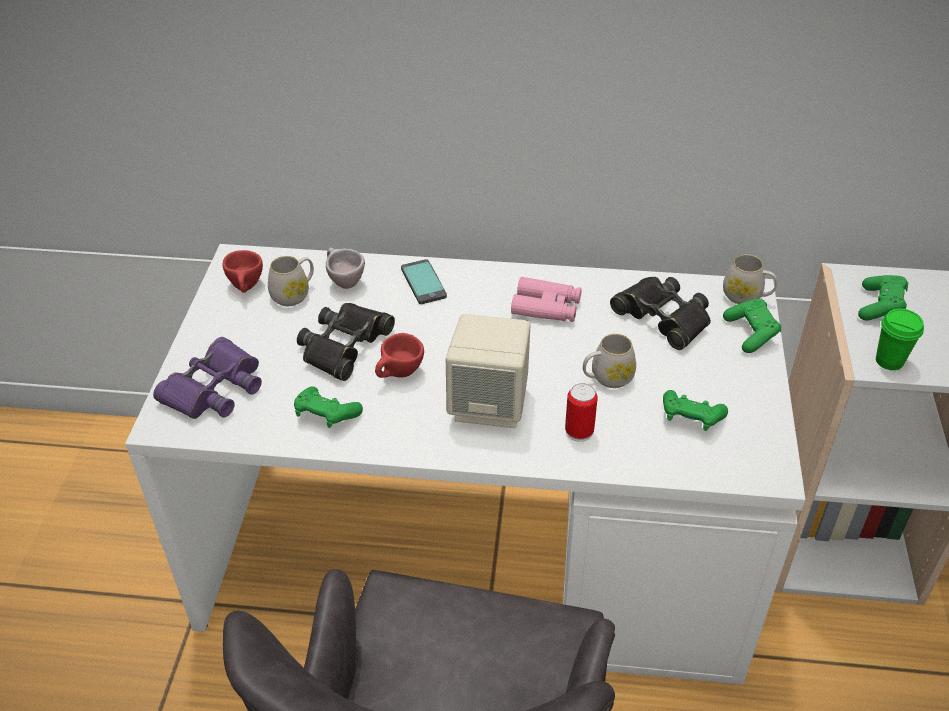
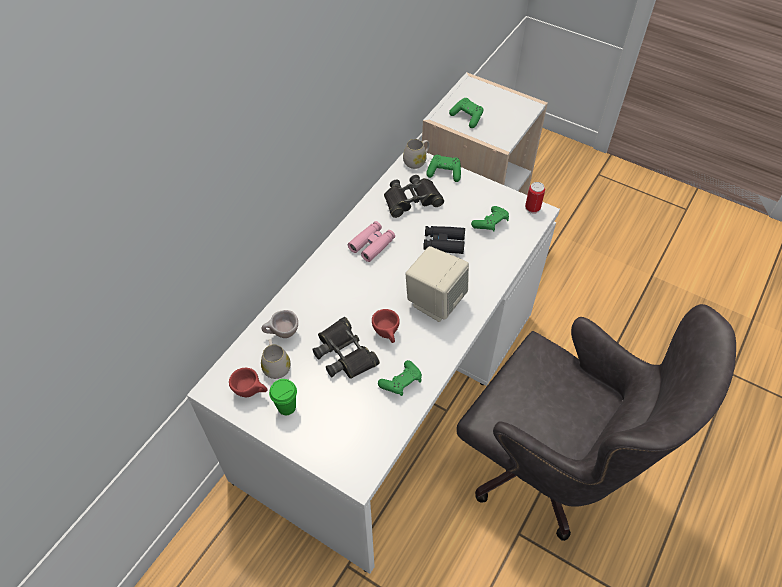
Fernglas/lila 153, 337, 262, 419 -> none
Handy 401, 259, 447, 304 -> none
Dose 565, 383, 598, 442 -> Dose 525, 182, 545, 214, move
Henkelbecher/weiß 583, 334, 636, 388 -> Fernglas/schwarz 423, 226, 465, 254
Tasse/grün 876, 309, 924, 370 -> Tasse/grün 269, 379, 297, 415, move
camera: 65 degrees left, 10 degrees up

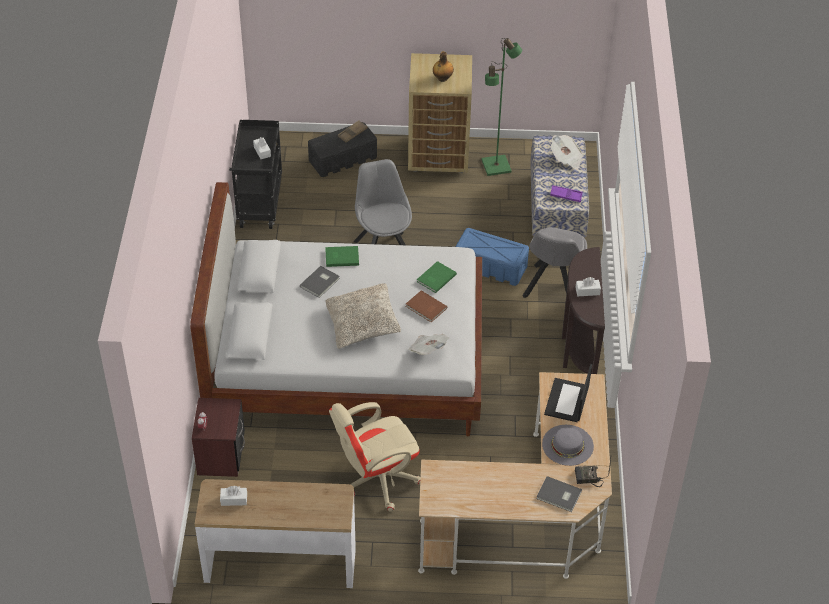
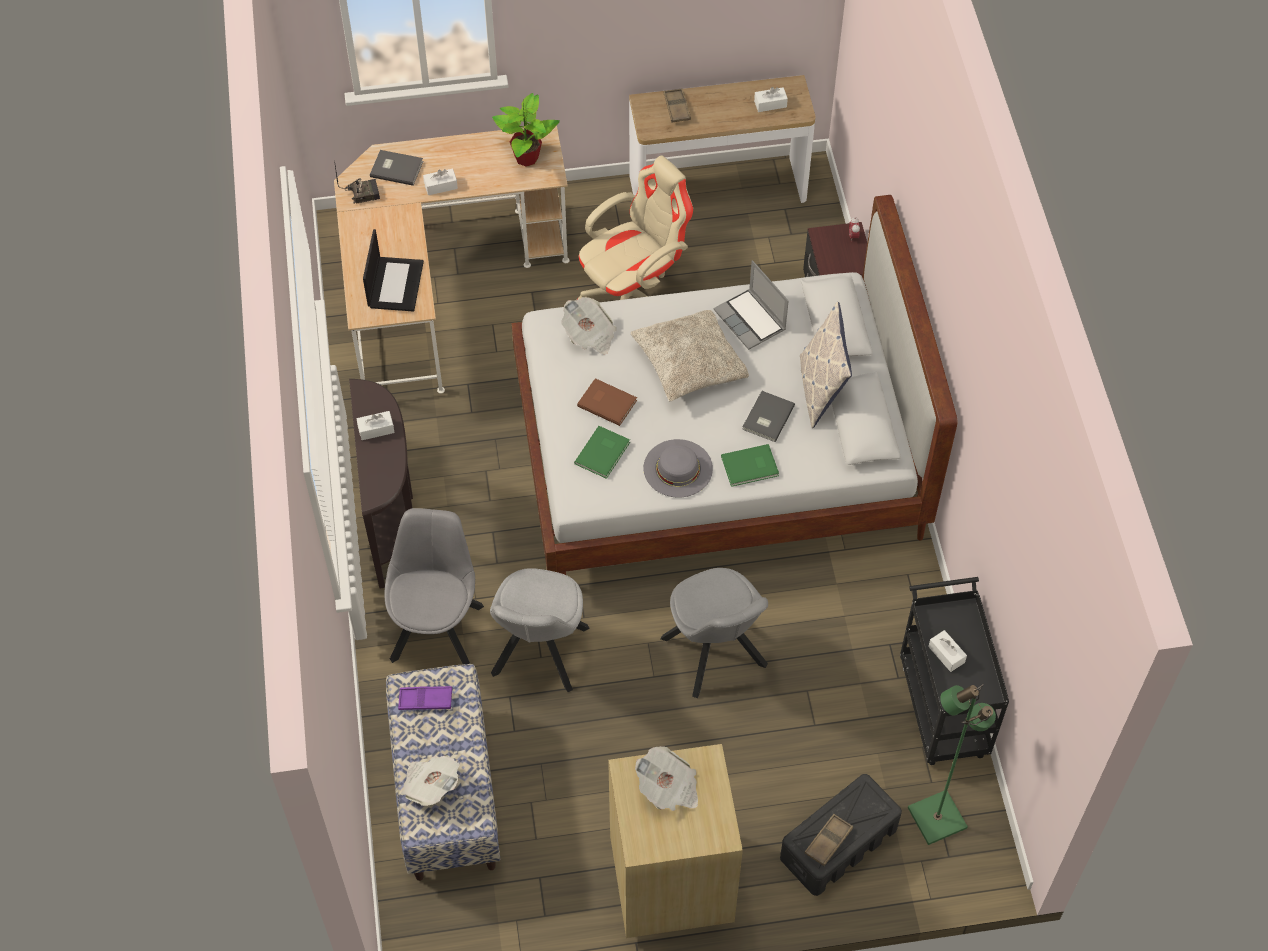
Flasche 433, 51, 454, 82 -> Zeitung 635, 746, 698, 811
Aufbewahrungsbox/blau 455, 228, 529, 286 -> Stuhl/grau 490, 568, 590, 692
Stehlampe/grün 481, 38, 522, 176 -> Stehlampe/grün 908, 683, 996, 845, move
Hut/grau 542, 425, 594, 466 -> Hut/grau 643, 439, 713, 497, move
none -> Taschentuchbox/weiß 423, 168, 458, 195
none -> Topfpflanze 492, 93, 560, 167
none -> Tablett/braun 663, 88, 691, 123
none -> Laptop 714, 260, 789, 350
none -> Kissen 800, 302, 852, 428
camera: 170 degrees right, 10 degrees up

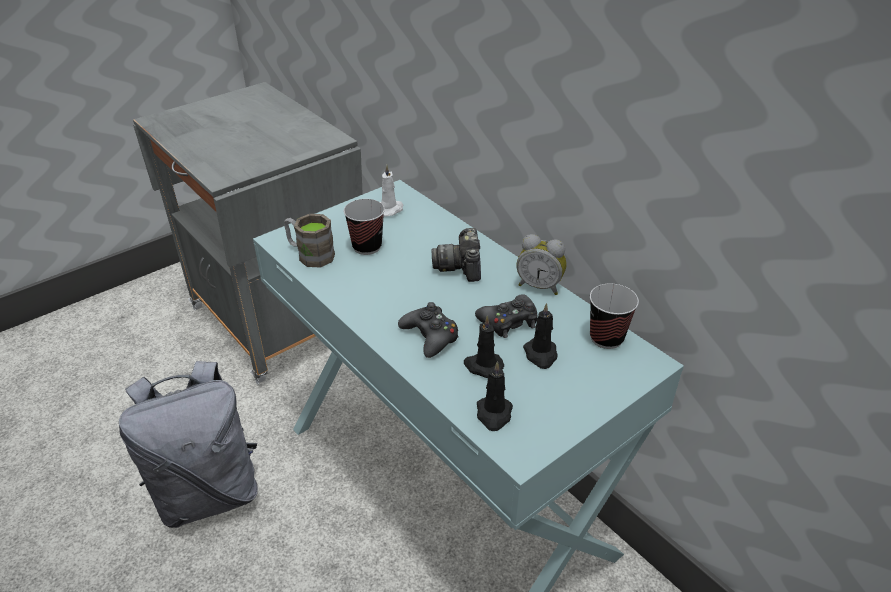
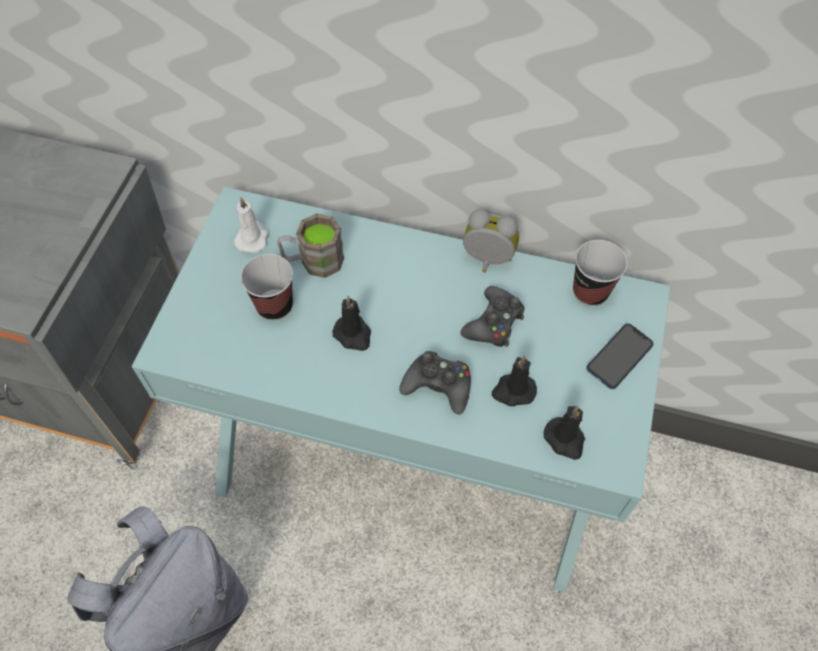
Henkelbecher/braun 284, 214, 335, 268 -> Henkelbecher/braun 277, 213, 344, 278, move
Kamera 431, 228, 481, 282 -> none
Wecker 516, 234, 567, 295 -> Wecker 463, 209, 519, 273, 150 degrees counterclockwise
Kerze/schwarz 523, 303, 558, 369 -> Kerze/schwarz 332, 296, 371, 351, move
none -> Handy 586, 324, 653, 389
camera: 35 degrees left, 20 degrees up

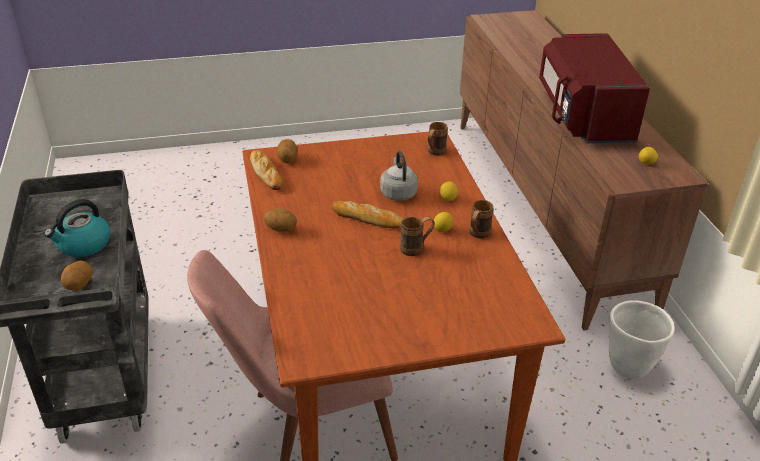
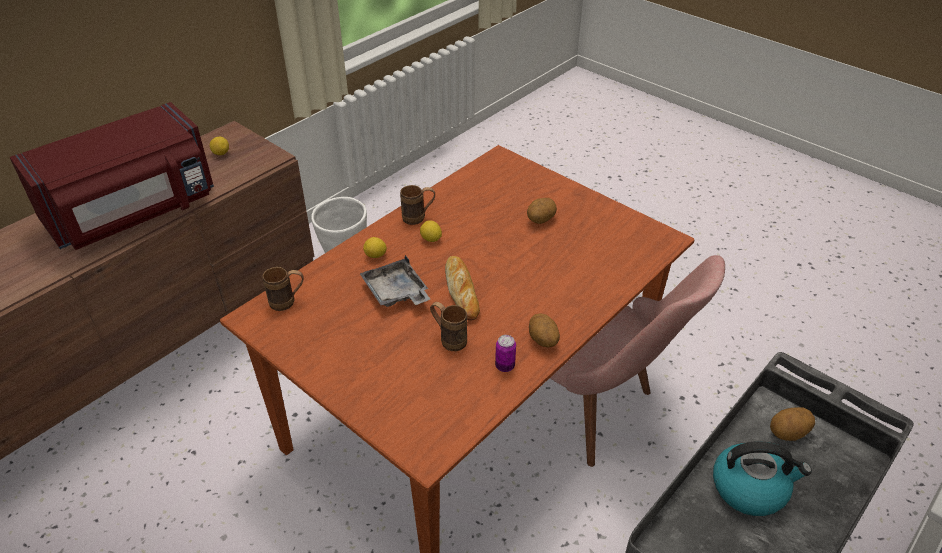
Brot 250, 150, 283, 190 -> none
Kartoffel 277, 139, 298, 163 -> Kartoffel 527, 198, 557, 224, move
Wasserkessel/grau 380, 151, 418, 201 -> Tablett/grau 360, 255, 430, 307
Henkelbecher/braun 400, 217, 435, 256 -> Henkelbecher/braun 430, 302, 467, 351, move
none -> Dose 495, 335, 516, 372
camera: 125 degrees left, 5 degrees up

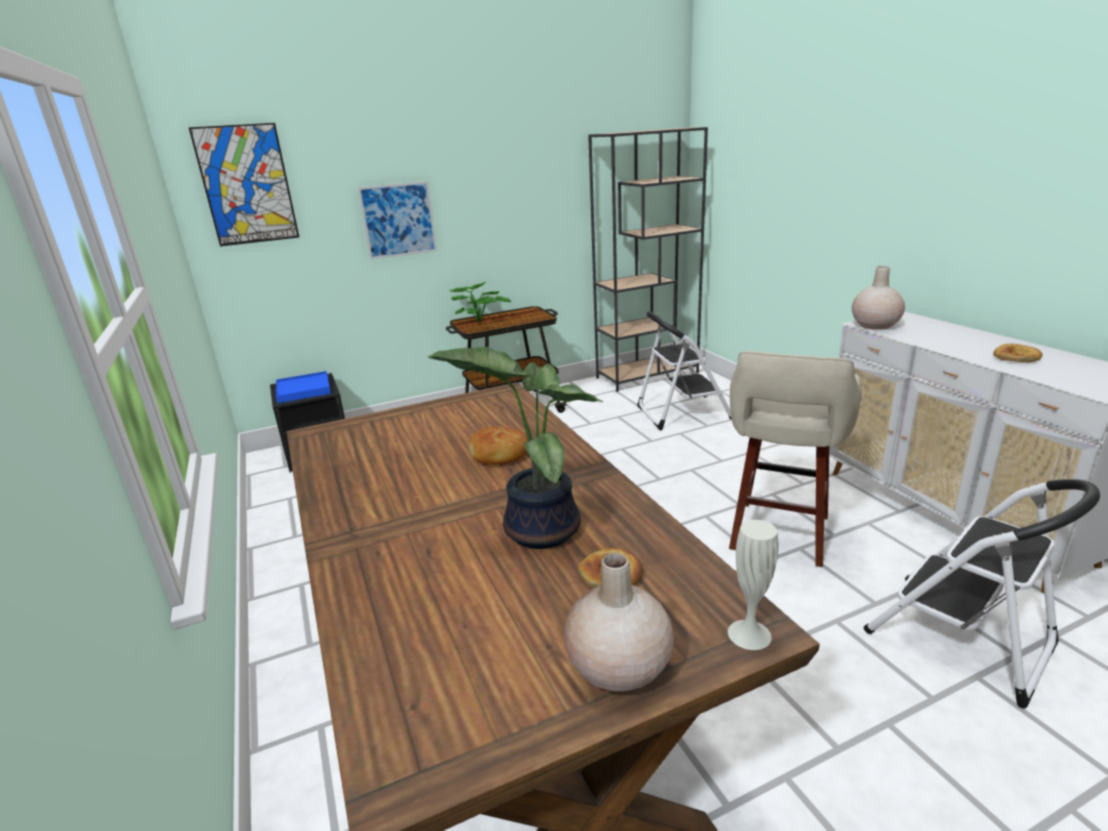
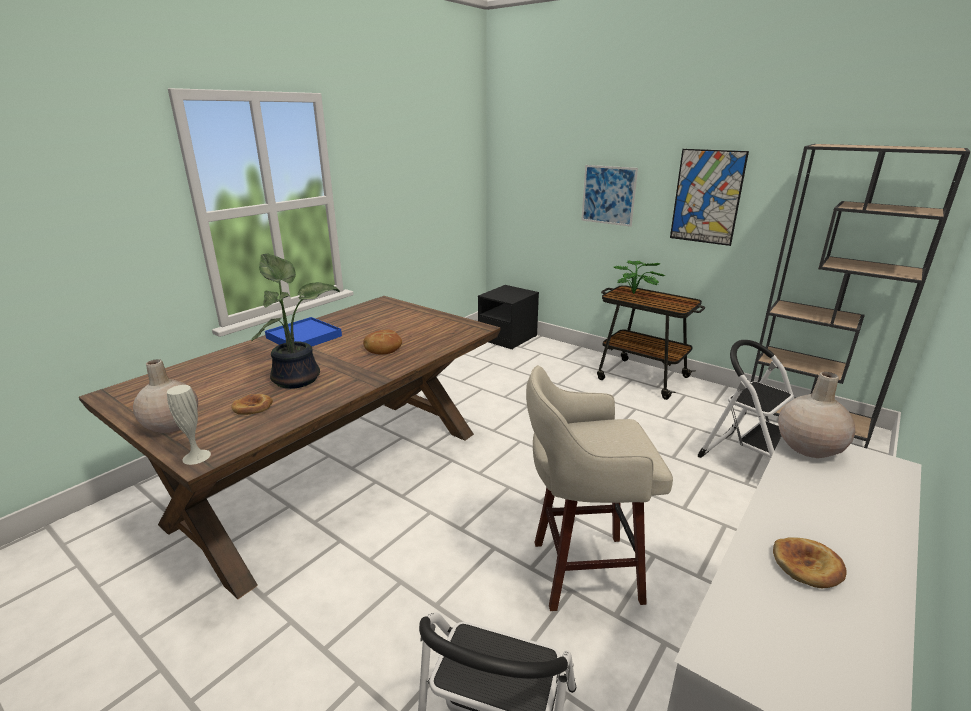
Bild 188, 123, 299, 246 -> Bild 670, 149, 749, 246, move
Tablett/blau 276, 371, 331, 403 -> Tablett/blau 265, 317, 342, 346, move
camera: 60 degrees right, 0 degrees up

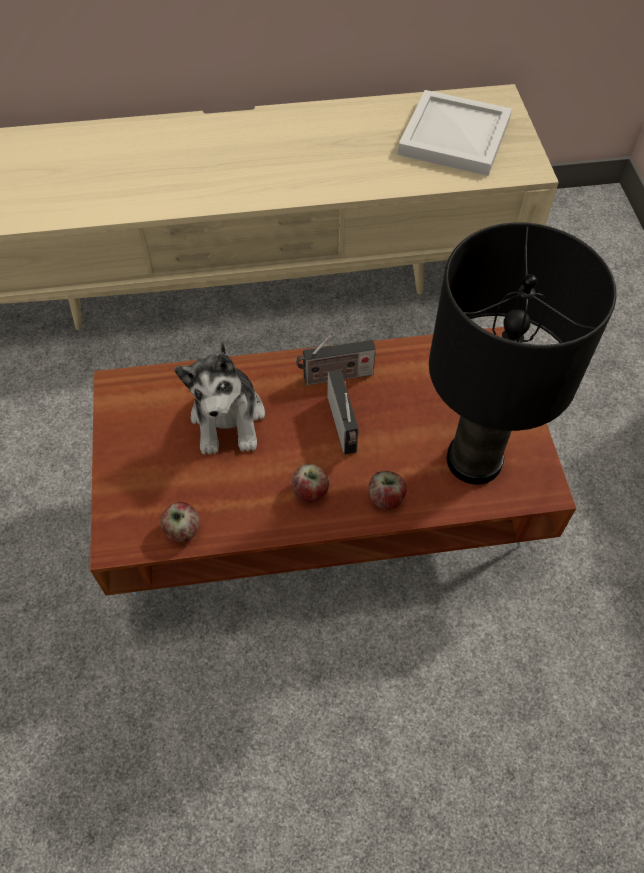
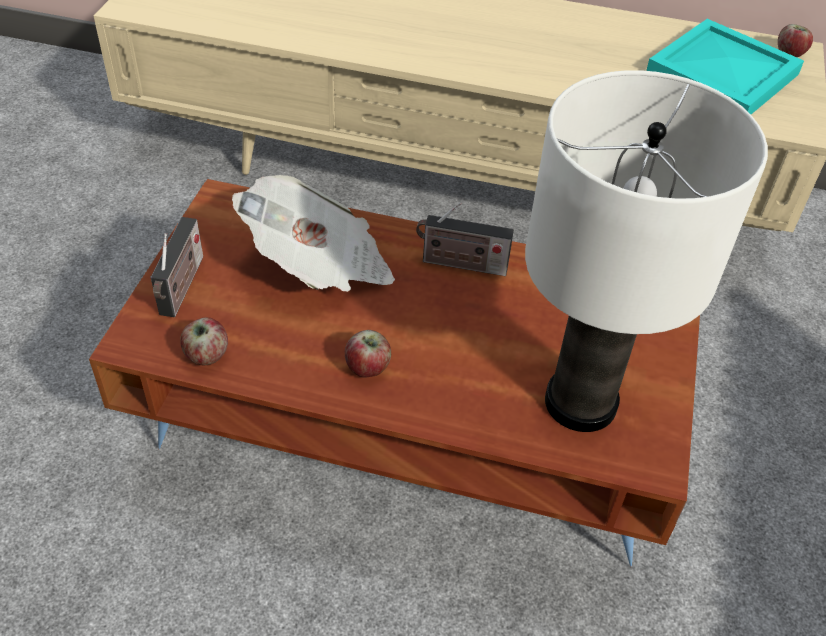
Plüschtier 174, 341, 265, 455 -> Zeitung 232, 175, 395, 292
Radio 327, 370, 359, 455 -> Radio 151, 217, 203, 317, move
Apfel 368, 471, 407, 510 -> Apfel 778, 24, 813, 57, move
Tablett/weiß 398, 90, 512, 176 -> Tablett/türkis 646, 19, 804, 114
Tischlampe/schwarz 429, 222, 616, 485 -> Tischlampe/weiß 525, 70, 768, 432
camera: 20 degrees right, 10 degrees down

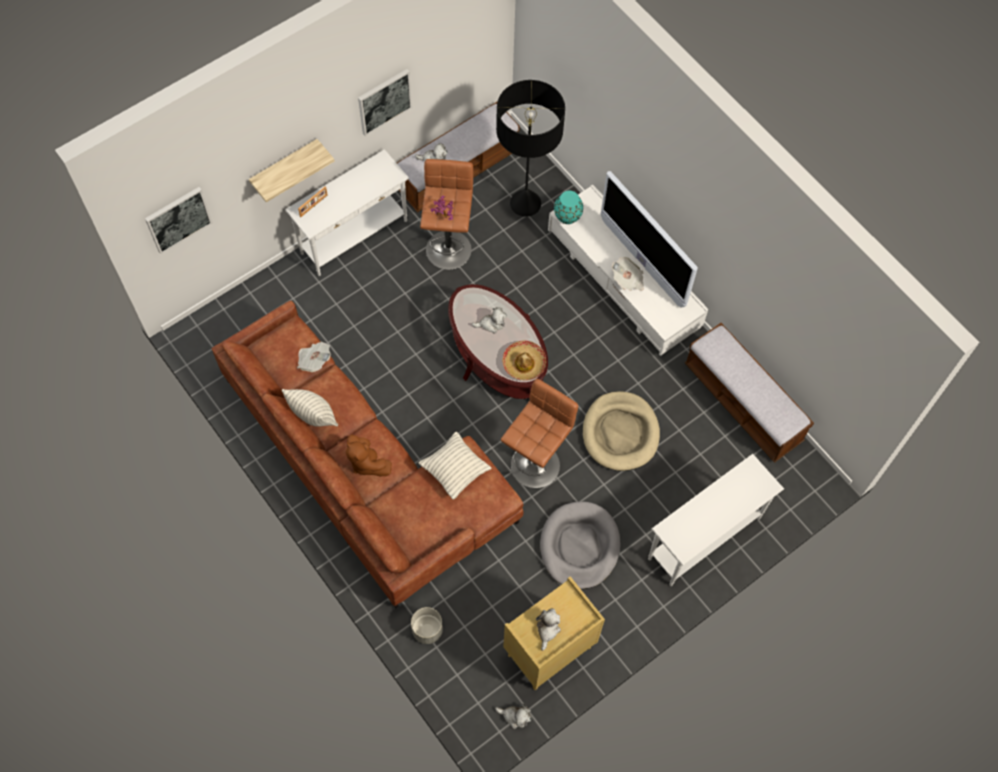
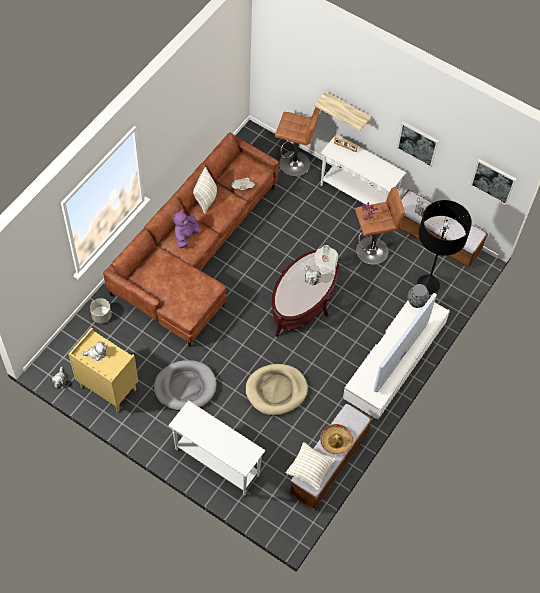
Bild 145, 187, 213, 254 -> Bild 470, 159, 516, 205, move
Plüschtier/braun 346, 434, 392, 477 -> Plüschtier/lila 173, 209, 199, 248
Kissen 419, 432, 491, 500 -> Kissen 286, 442, 336, 491, move
Hocker/braun 501, 379, 578, 488 -> Hocker/braun 275, 107, 320, 176, move
Hut 502, 341, 546, 381 -> Hut 320, 424, 353, 454, move
Vase/türkis 554, 191, 583, 224 -> Vase/grau 408, 284, 429, 308
Zeitung 612, 257, 644, 291 -> Zeitung 314, 245, 338, 275, move
camera: 70 degrees right, 5 degrees down

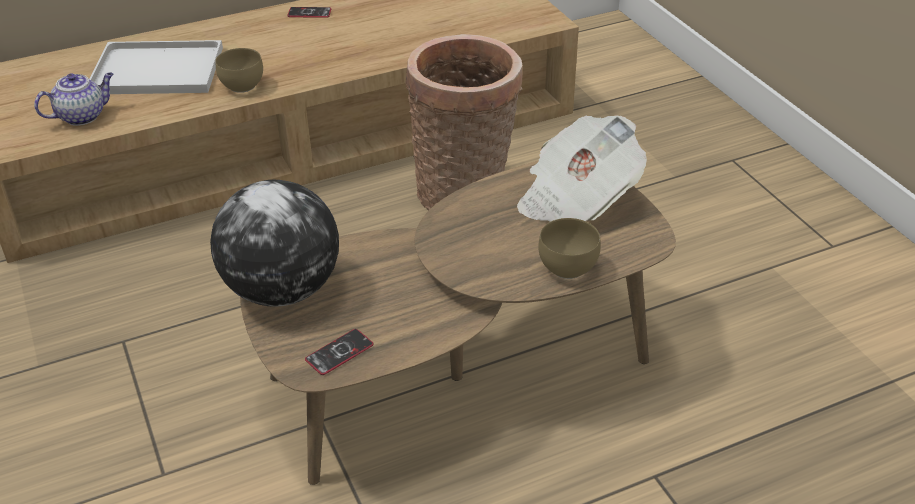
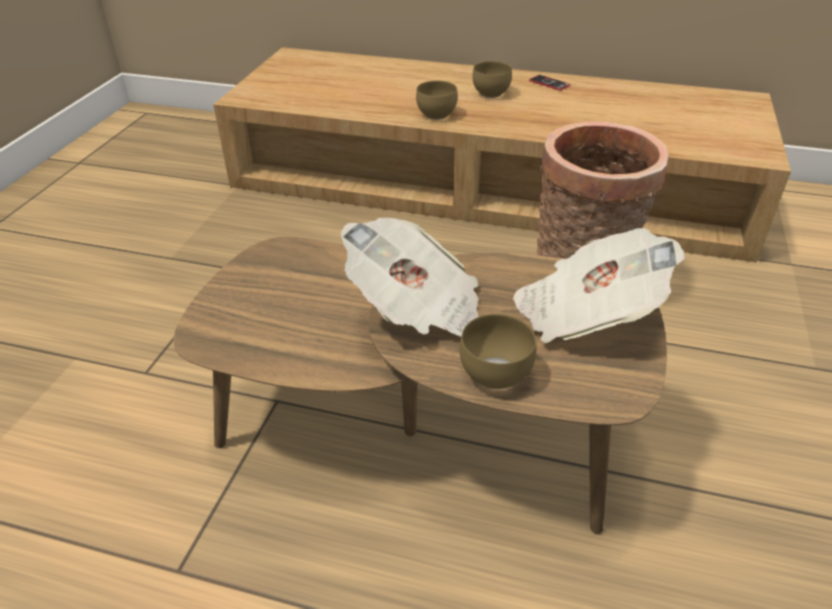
Teekanne 34, 73, 114, 126 -> none
Tablett/weiß 89, 40, 223, 94 -> none
Globus 210, 180, 339, 307 -> none
Handy 305, 329, 373, 375 -> none
none -> Zeitung 341, 218, 479, 337
none -> Schüssel/braun 472, 61, 512, 98
camera: 40 degrees right, 0 degrees up

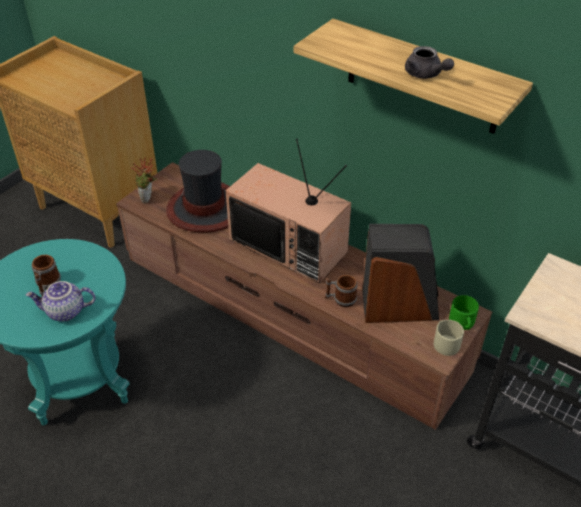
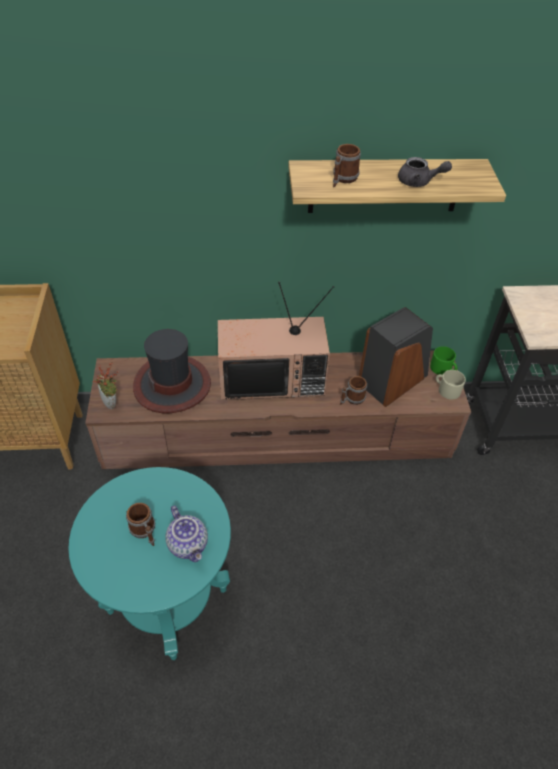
Teekanne 26, 281, 95, 321 -> Teekanne 165, 505, 208, 562, 75 degrees counterclockwise
none -> Henkelbecher 333, 144, 361, 187
camera: 40 degrees left, 5 degrees up

